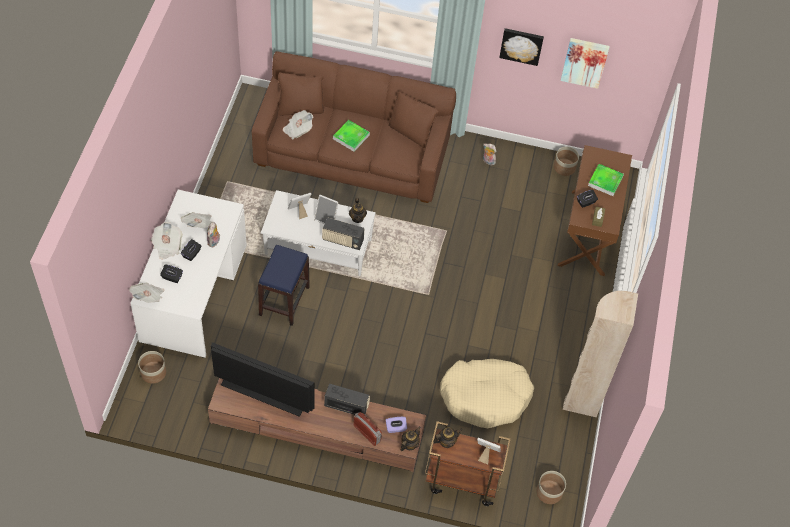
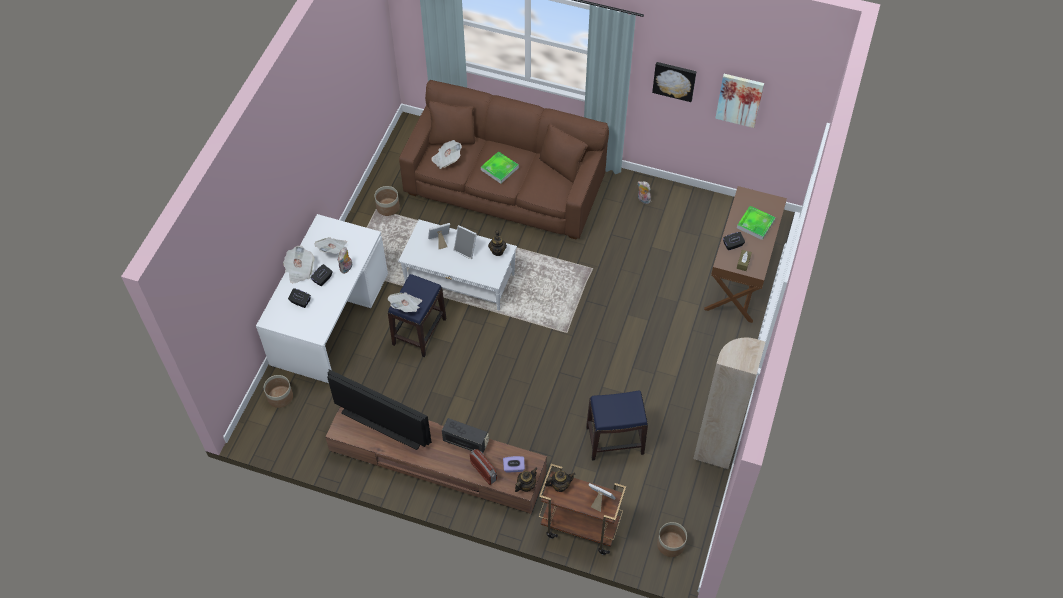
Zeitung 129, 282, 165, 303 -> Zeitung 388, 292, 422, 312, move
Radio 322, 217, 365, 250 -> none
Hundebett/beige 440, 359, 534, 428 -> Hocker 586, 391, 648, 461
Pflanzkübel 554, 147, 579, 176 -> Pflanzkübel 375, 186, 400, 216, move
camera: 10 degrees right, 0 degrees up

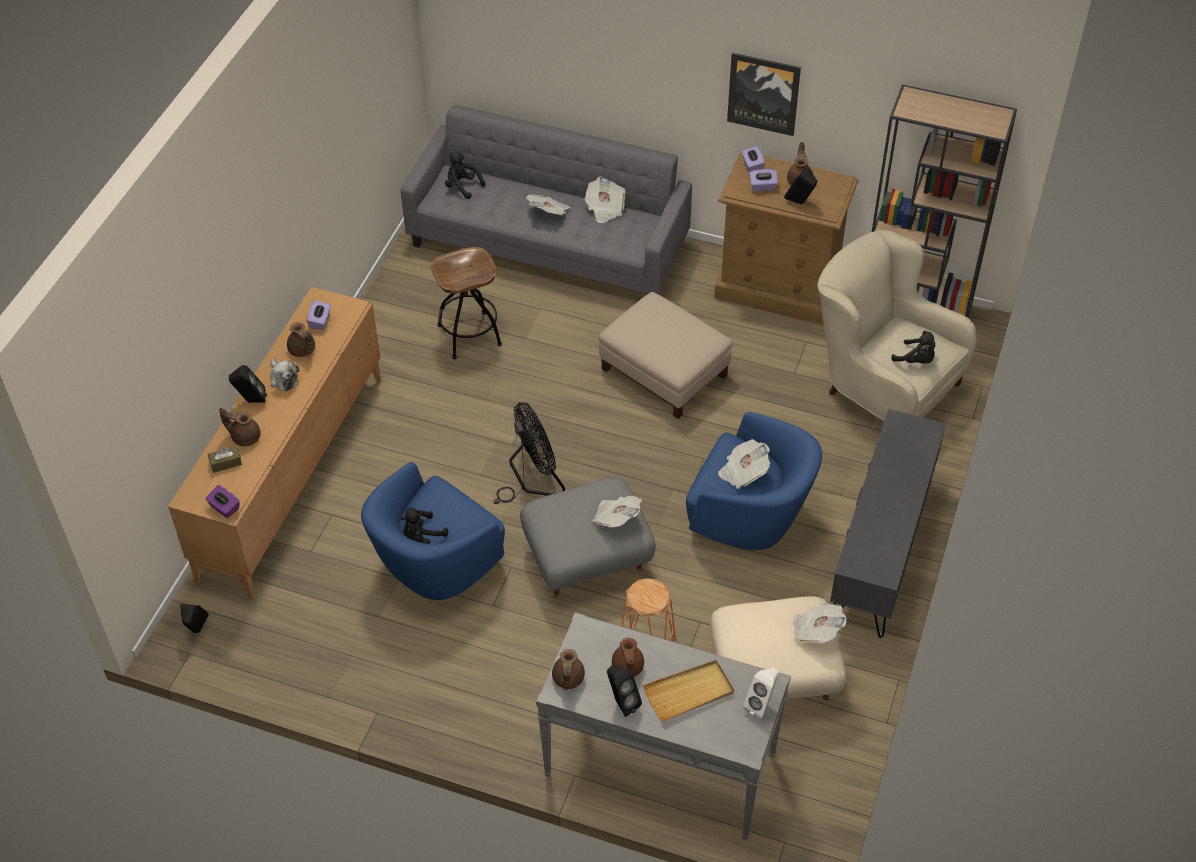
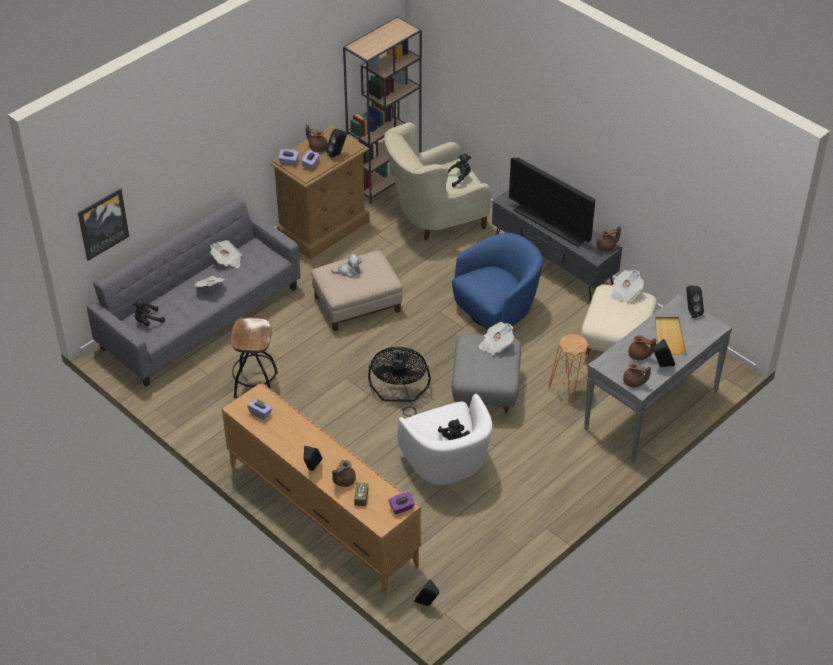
Plüschtier 270, 357, 299, 391 -> Plüschtier 331, 254, 362, 278, move
Teekanne/braun 287, 322, 315, 357 -> Teekanne/braun 596, 226, 621, 252, move
Sessel/blau 361, 462, 505, 600 -> Sessel/weiß 397, 394, 492, 485
Zeitung 718, 439, 770, 489 -> none
Bild 727, 53, 801, 136 -> Bild 78, 188, 129, 261, move
Lautsprecher/weiß 743, 668, 779, 719 -> Lautsprecher/schwarz 686, 285, 704, 318
none -> Fernseher 509, 157, 596, 247
camera: 65 degrees left, 5 degrees down

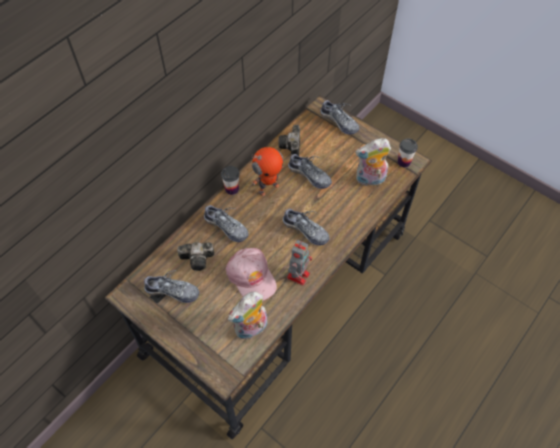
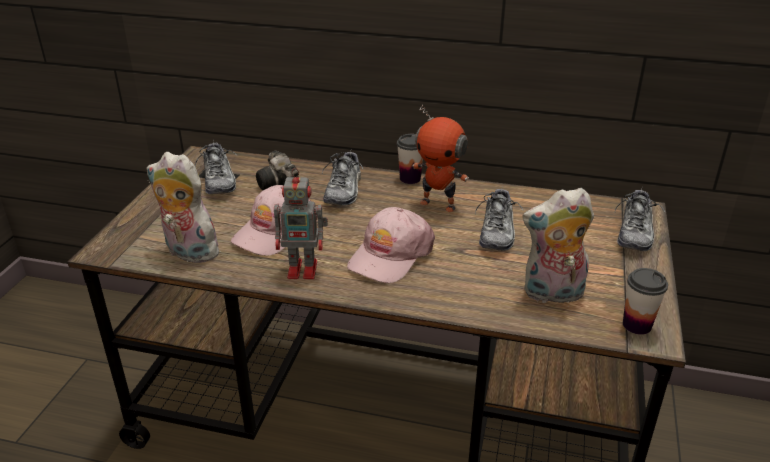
Kamera 278, 125, 300, 156 -> none
Schuh 283, 209, 329, 245 -> Kappe/rosa 347, 207, 435, 283
Plüschtier 355, 138, 391, 186 -> Plüschtier 522, 188, 594, 303, 60 degrees counterclockwise
camera: 65 degrees right, 25 degrees down

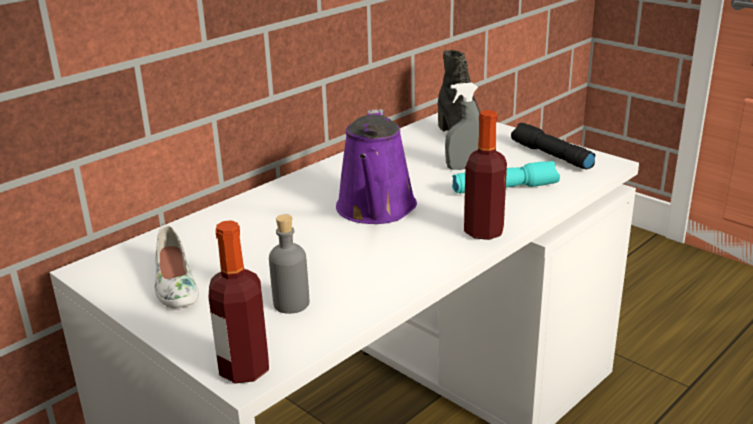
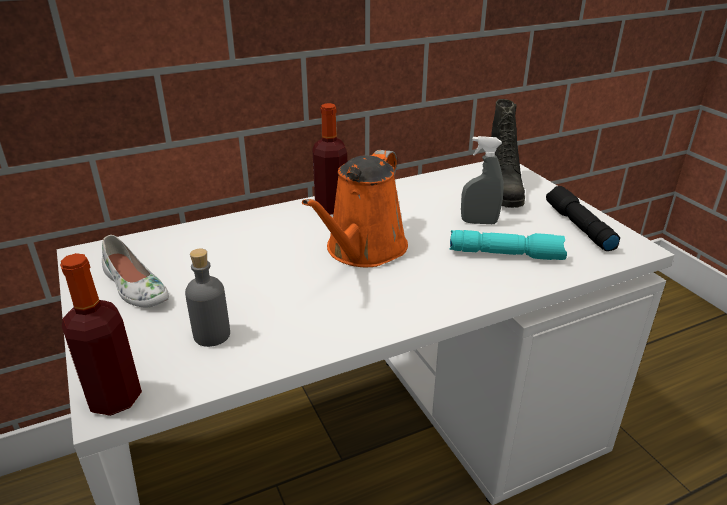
Schuh/weiß 154, 226, 199, 308 -> Schuh/weiß 102, 235, 169, 308, 45 degrees counterclockwise
Gießkanne/lila 336, 109, 417, 224 -> Gießkanne/orange 302, 150, 408, 267
Flasche 464, 110, 507, 240 -> Flasche 312, 103, 347, 215, move
camera: 20 degrees right, 5 degrees up

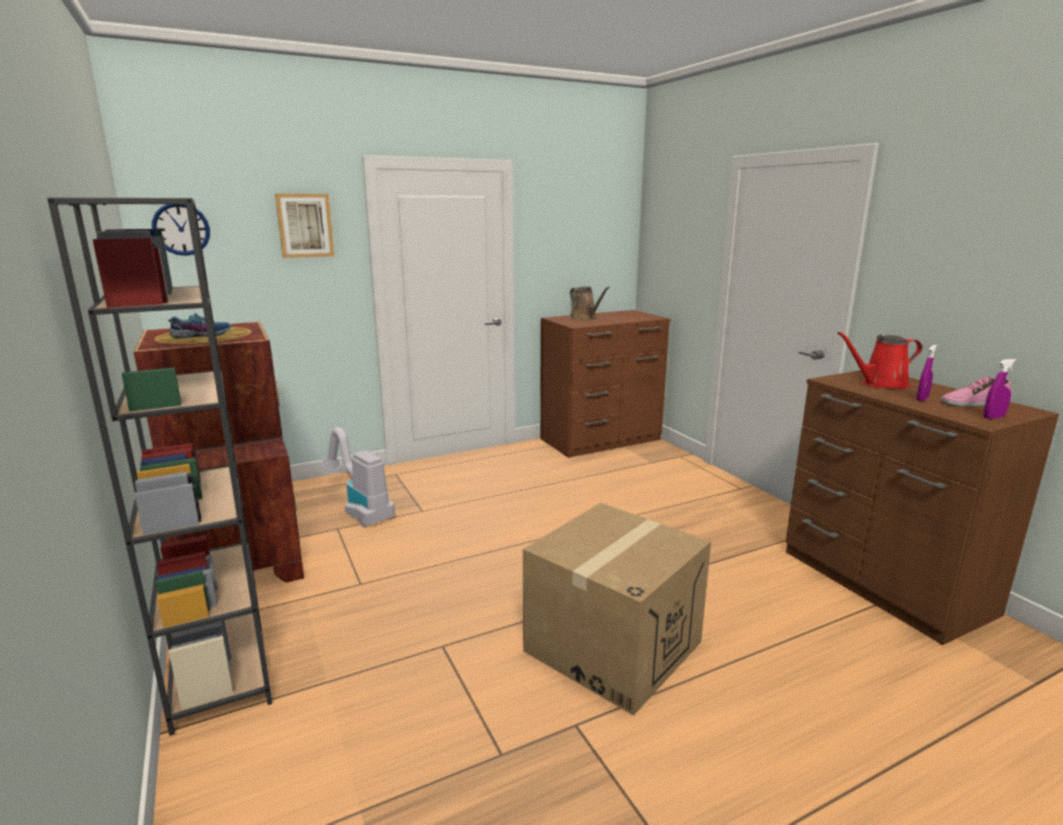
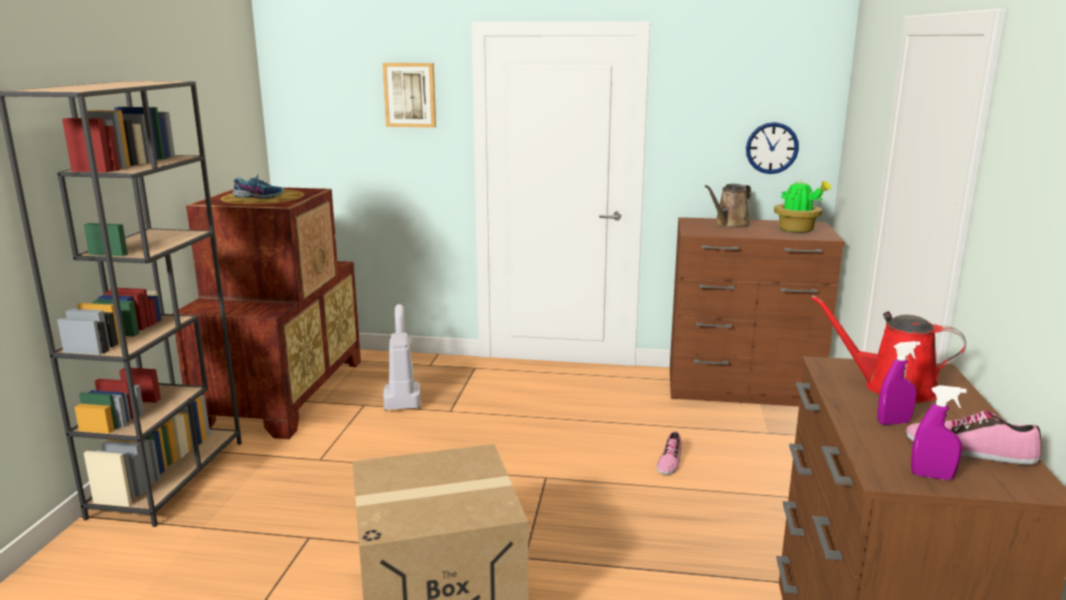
Wanduhr 152, 204, 210, 256 -> Wanduhr 746, 122, 799, 174, move
Gießkanne/braun 570, 286, 610, 320 -> Gießkanne/braun 705, 184, 751, 228, 45 degrees clockwise
none -> Schuh 657, 431, 682, 475
none -> Topfpflanze 774, 179, 831, 233
camera: 35 degrees right, 0 degrees up

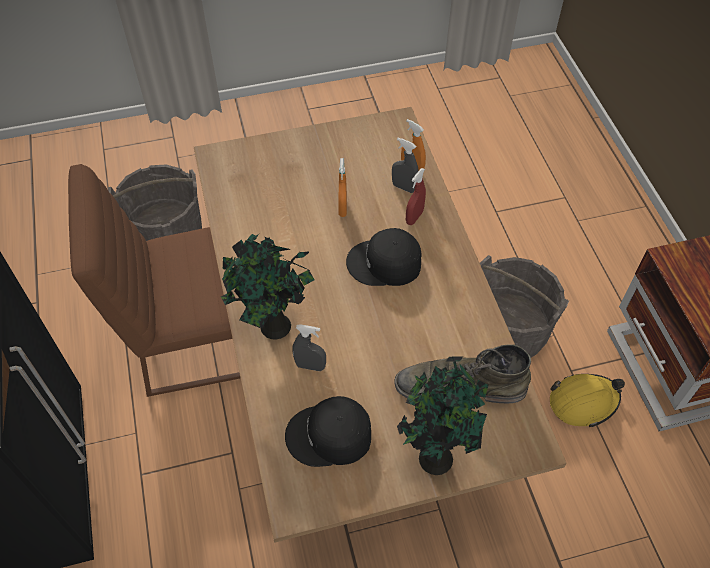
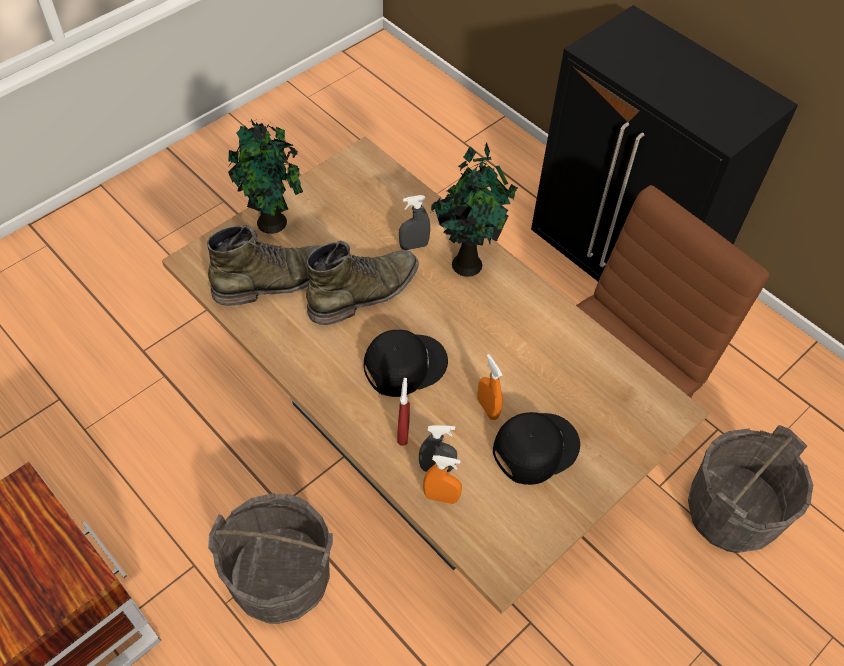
Kappe/schwarz 285, 396, 371, 467 -> Kappe/schwarz 493, 412, 580, 485, move
Schutzhelm/gelb 550, 374, 625, 427 -> none
none -> Stiefel/grün 306, 241, 419, 325
camera: 150 degrees right, 0 degrees up

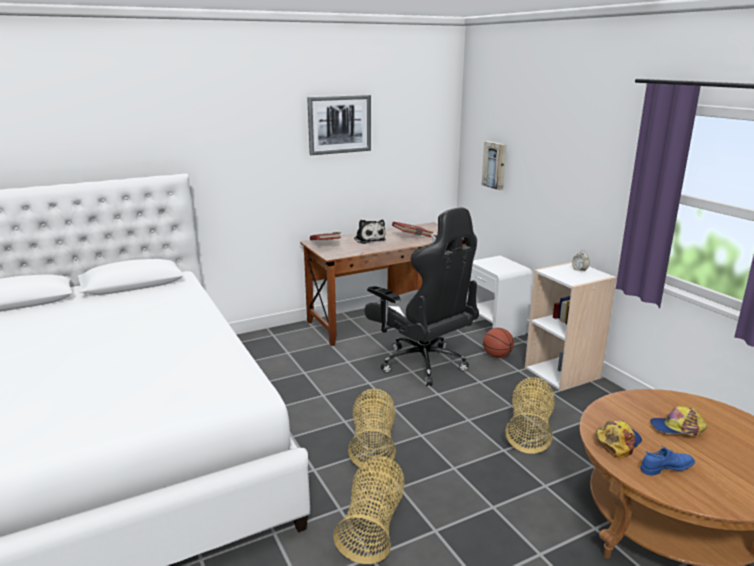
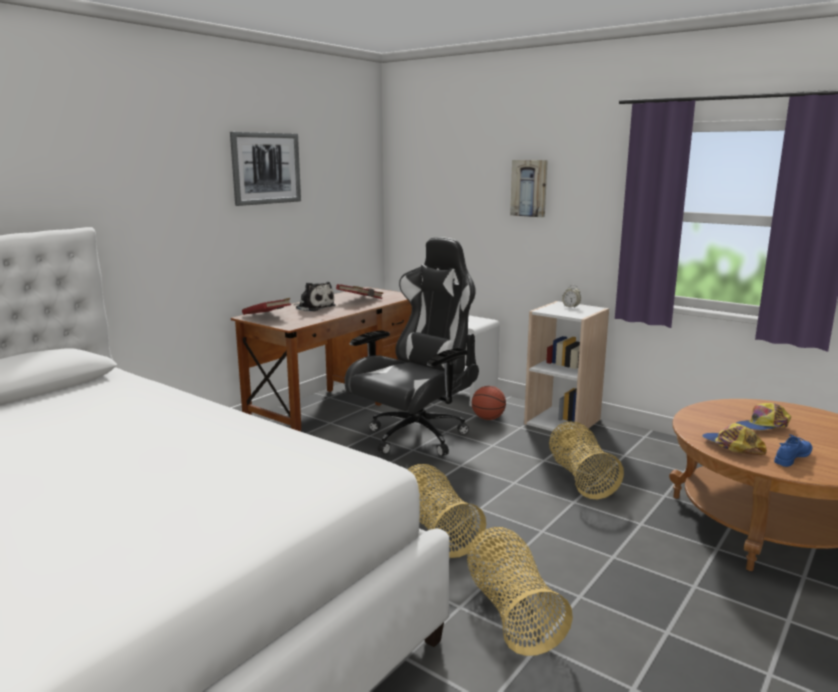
Bürostuhl/schwarz 364, 208, 479, 386 -> Bürostuhl/schwarz 344, 237, 479, 456, 75 degrees counterclockwise
Bild 482, 141, 506, 190 -> Bild 510, 160, 548, 217, move
Kappe 596, 420, 642, 458 -> Kappe 702, 423, 767, 455, 45 degrees counterclockwise
camera: 25 degrees left, 5 degrees down

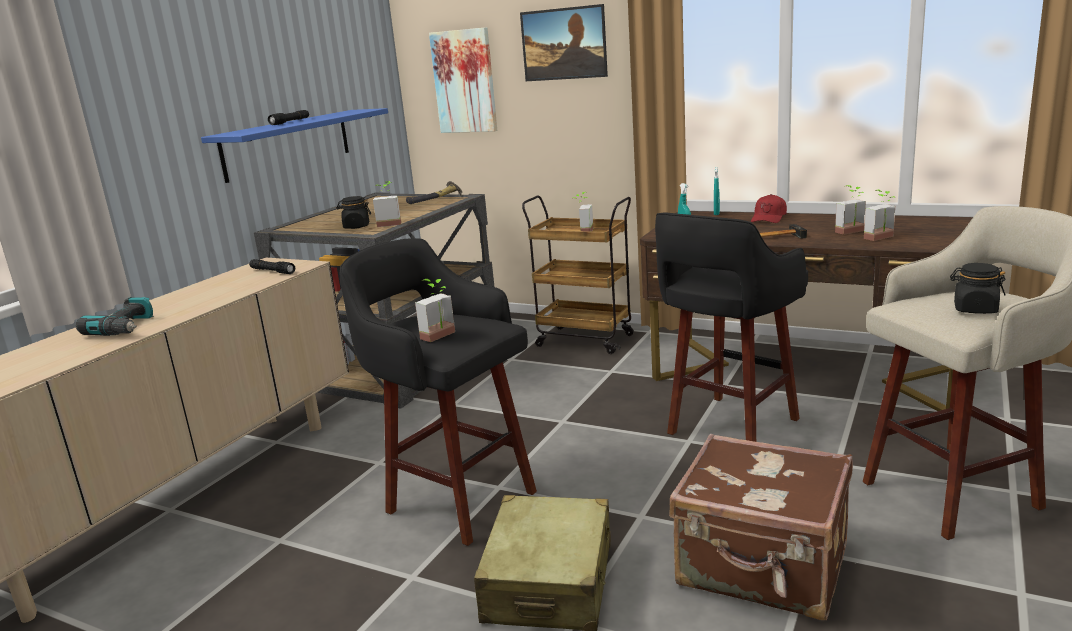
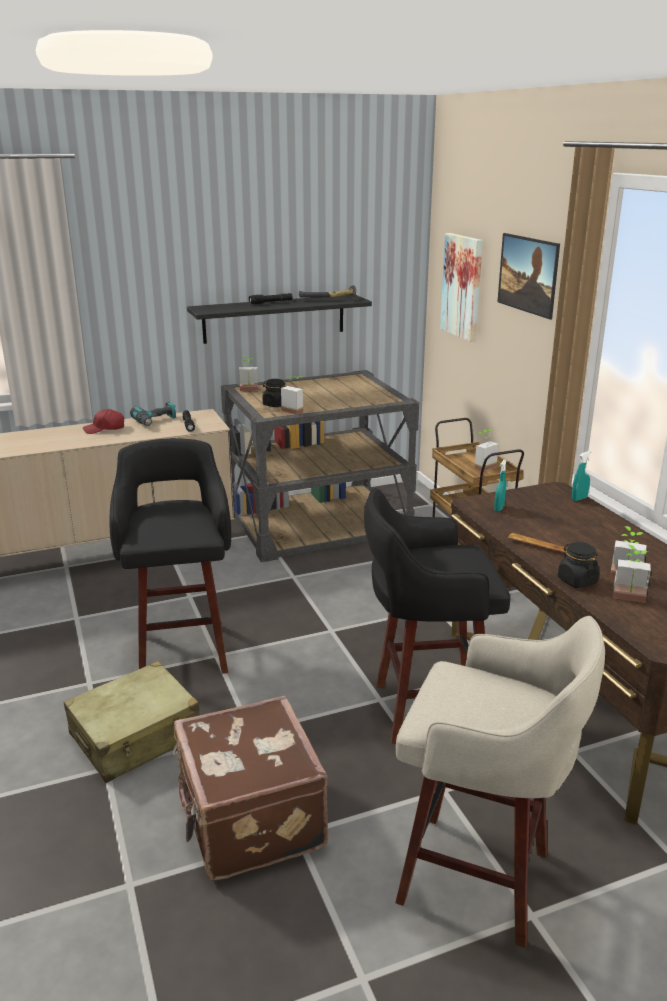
Bohrmaschine 76, 297, 153, 336 -> Bohrmaschine 130, 402, 176, 426, move
Wandregal/blau 201, 108, 388, 183 -> Wandregal/schwarz 187, 295, 372, 344
Hammer 406, 181, 462, 204 -> Hammer 299, 285, 356, 301, move
Topfpflanze 415, 279, 455, 342 -> Topfpflanze 239, 356, 259, 391, move
Kappe/rot 751, 194, 787, 223 -> Kappe/rot 83, 409, 124, 434, move
Vorratsglas/schwarz 950, 263, 1006, 314 -> Vorratsglas/schwarz 558, 542, 599, 588, move
camera: 40 degrees right, 5 degrees up

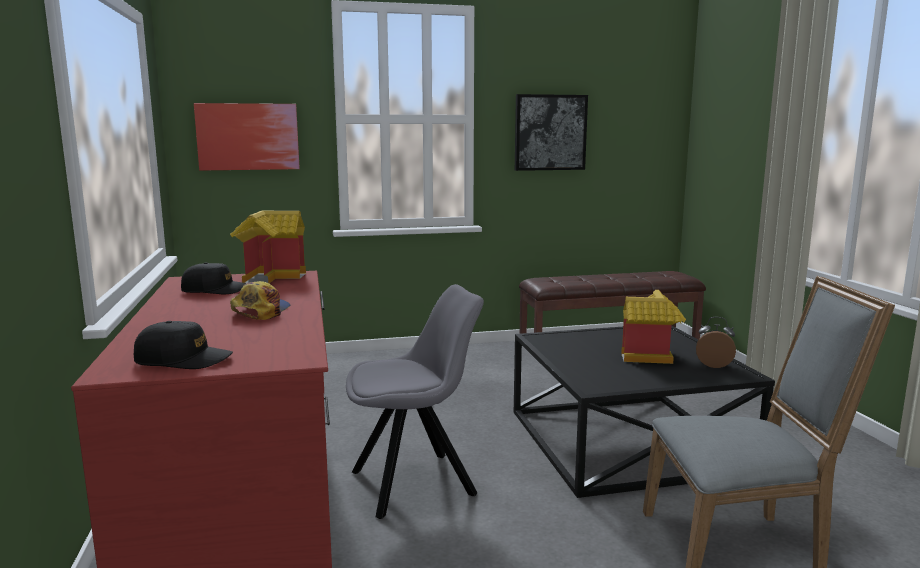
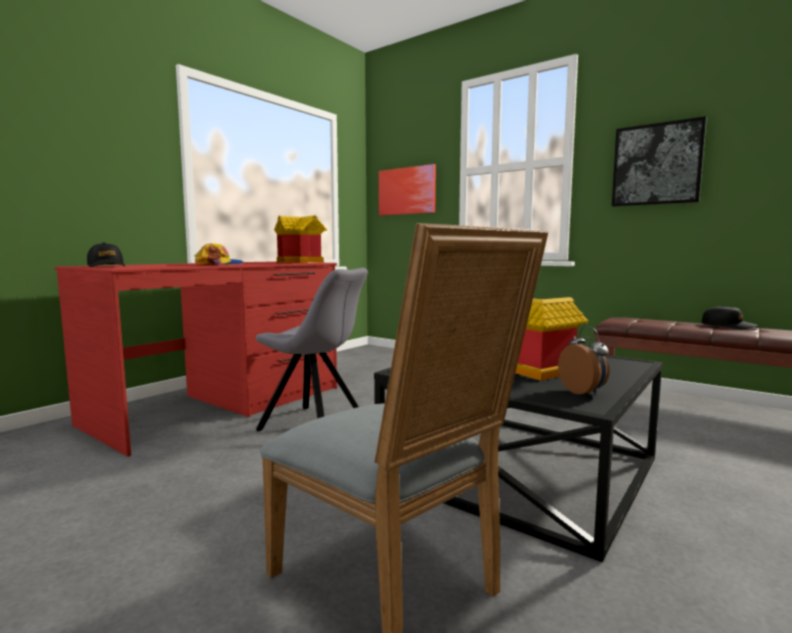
Kappe/schwarz 181, 262, 246, 294 -> Kappe/schwarz 702, 306, 758, 329, move
camera: 50 degrees right, 5 degrees down

